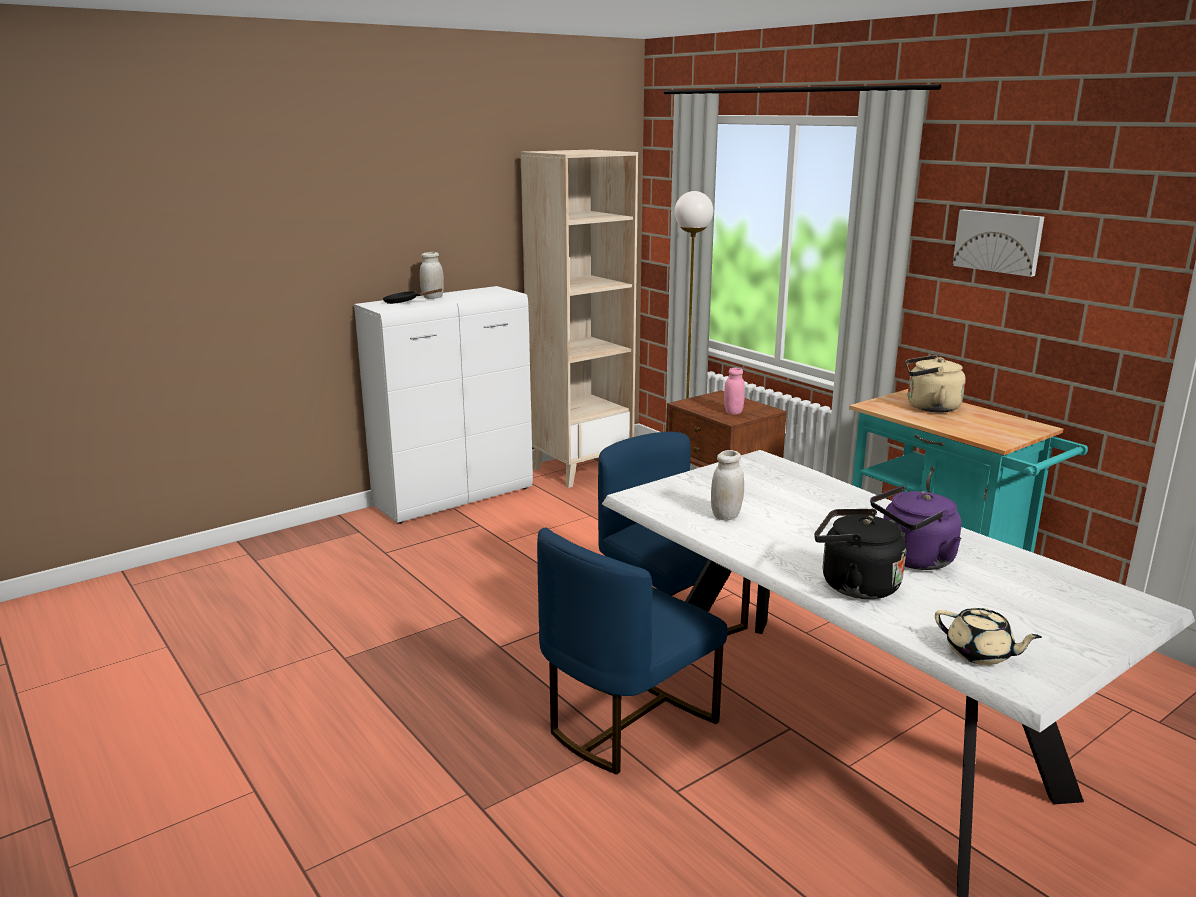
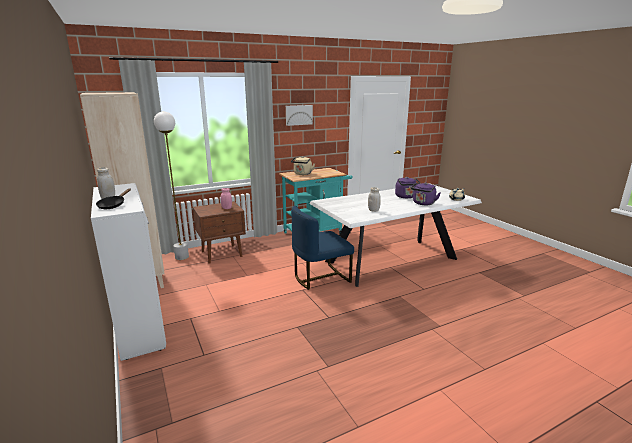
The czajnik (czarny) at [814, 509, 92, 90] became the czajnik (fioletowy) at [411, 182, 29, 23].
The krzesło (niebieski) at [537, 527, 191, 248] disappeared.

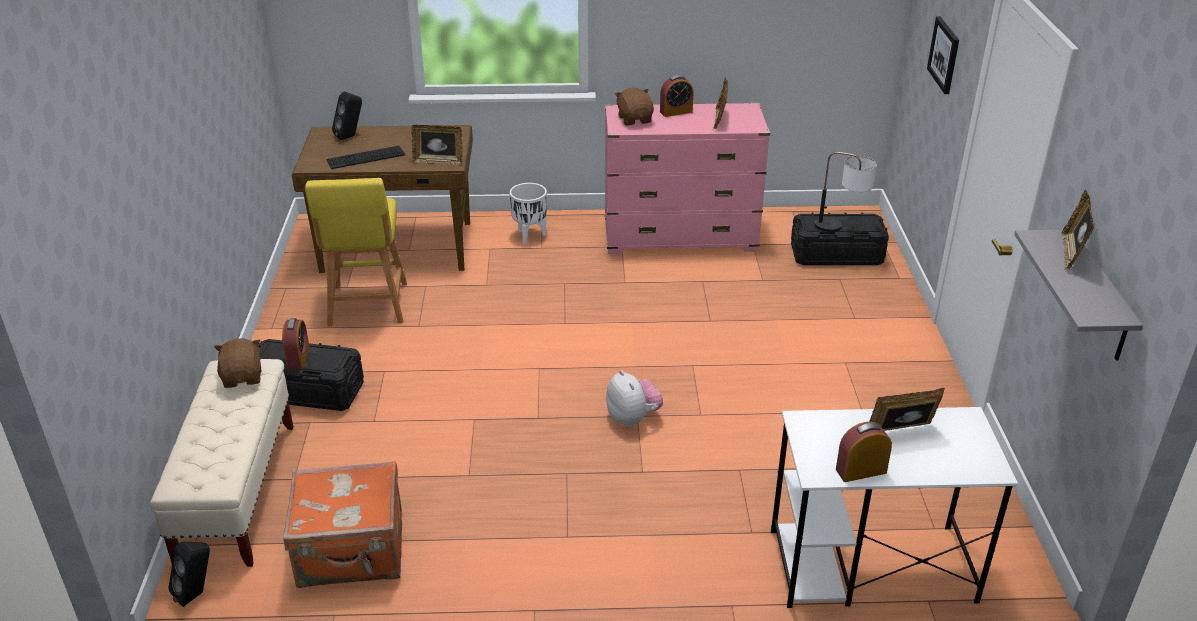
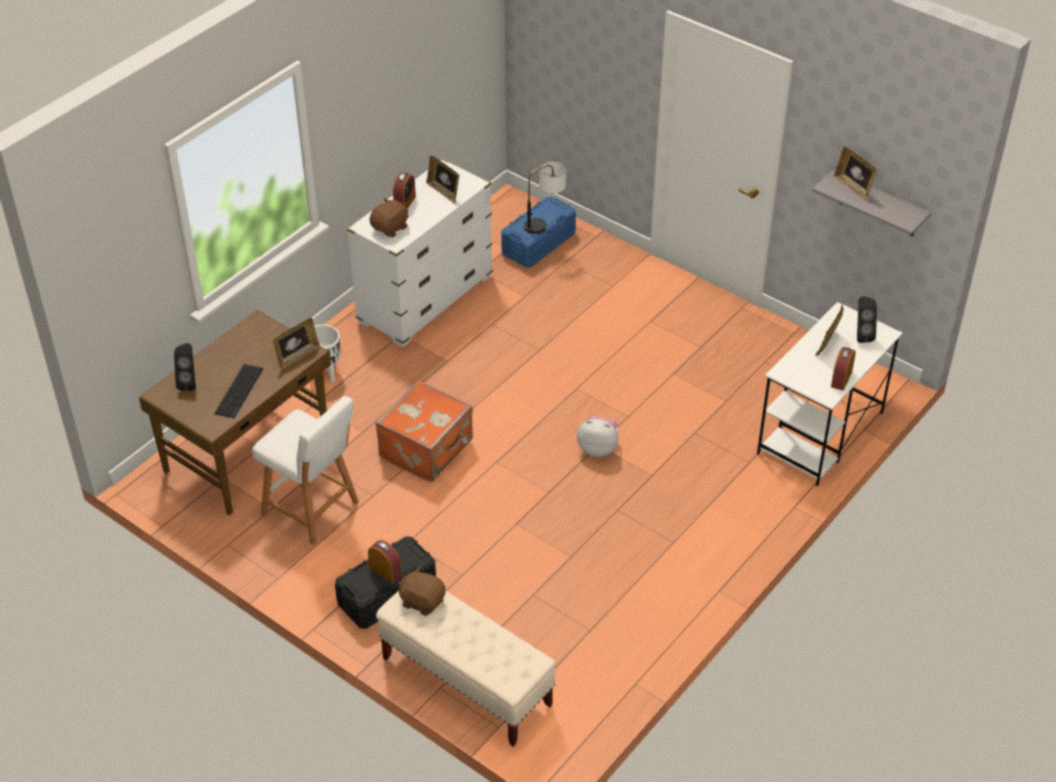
The obraz at [927, 16, 32, 78] disappeared.
The pluszak (brązowy) at [615, 88, 39, 37] turned 105 degrees clockwise.
The komoda (różowy) at [605, 103, 165, 151] became the komoda (biały) at [347, 159, 146, 188].
The stołek (żółty) at [305, 178, 102, 148] became the stołek (biały) at [252, 396, 107, 149].
The pojemnik do przechowywania (czarny) at [791, 213, 98, 52] became the pojemnik do przechowywania (niebieski) at [501, 197, 75, 71].
The walizka (pomarańczowy) moved from [283, 461, 119, 127] to [375, 380, 98, 102].
The głośnik (czarny) moved from [168, 541, 42, 66] to [857, 296, 20, 47].

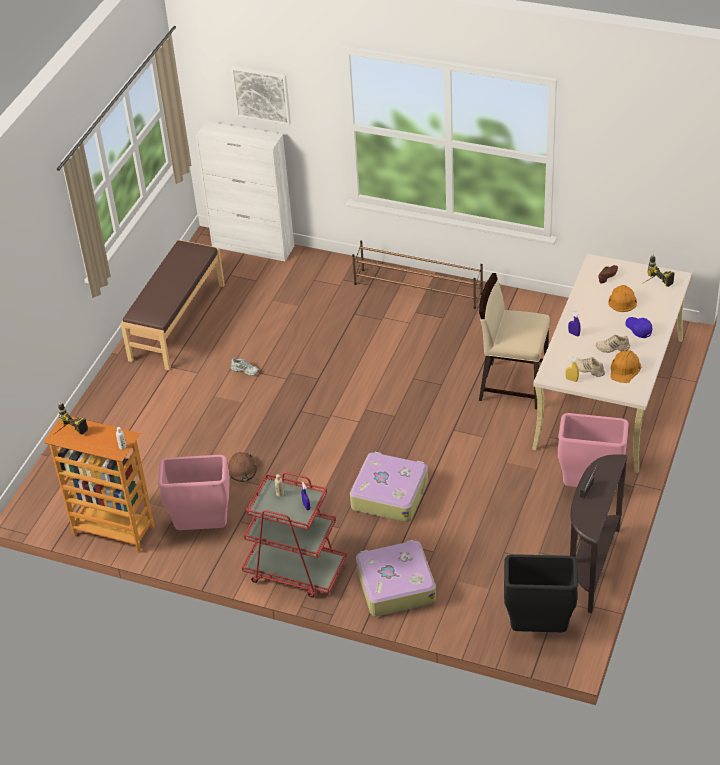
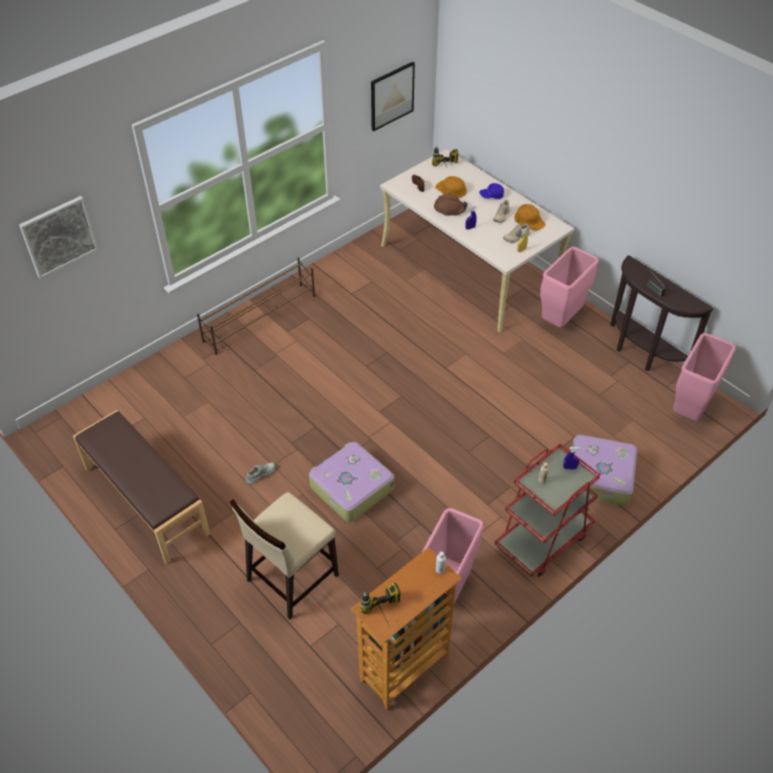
The szafka (biały) at [196, 121, 98, 140] disappeared.
The krzesło (beżowy) moved from [479, 273, 71, 136] to [230, 492, 109, 127].
The kask (brązowy) moved from [228, 452, 29, 30] to [434, 194, 34, 22].
The walizka moved from [350, 452, 78, 70] to [309, 442, 85, 80].
The kosz na śmieci (czarny) at [504, 554, 74, 78] became the kosz na śmieci (różowy) at [673, 333, 63, 88].
The obraz at [371, 62, 44, 69] appeared.

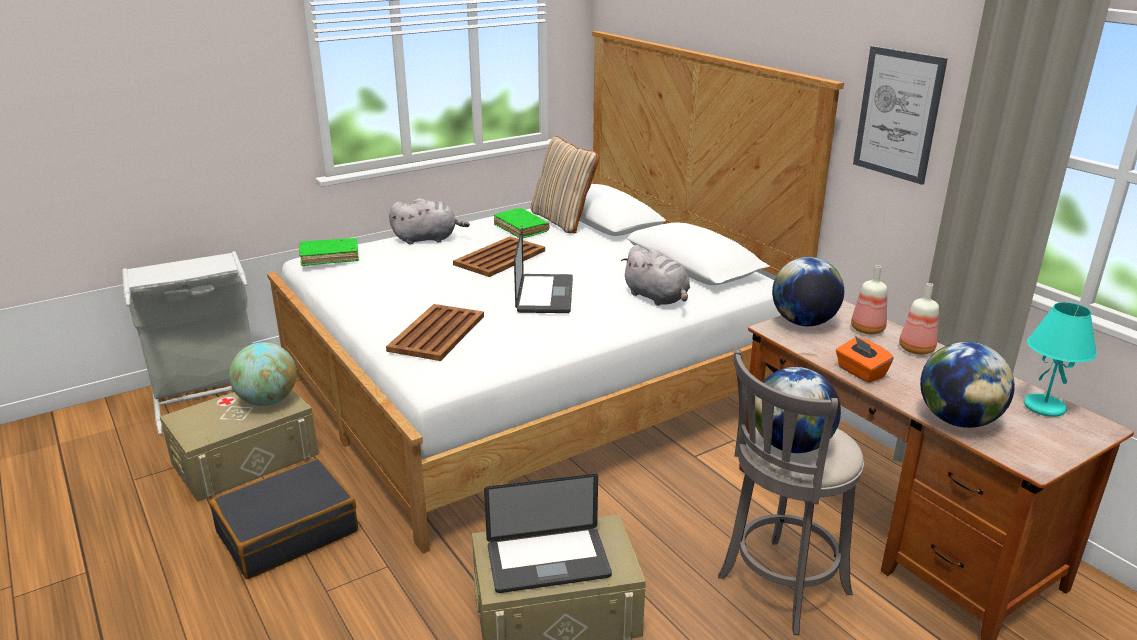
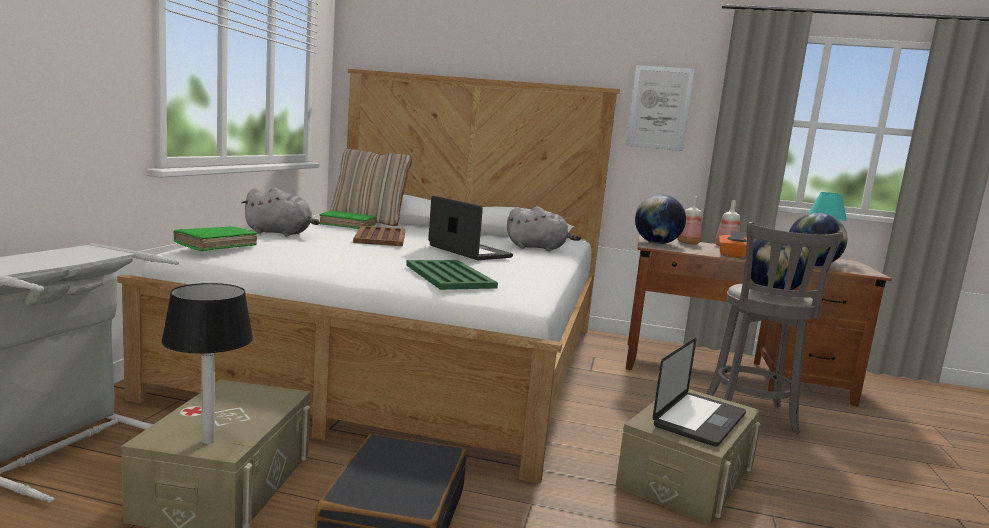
The pluszak (szary) at [389, 198, 81, 46] turned 60 degrees clockwise.
The taca (brązowy) at [386, 304, 98, 57] became the taca (zielony) at [406, 260, 92, 30].
The globus at [229, 342, 68, 64] disappeared.
The lampa stołowa at [161, 283, 92, 161] appeared.

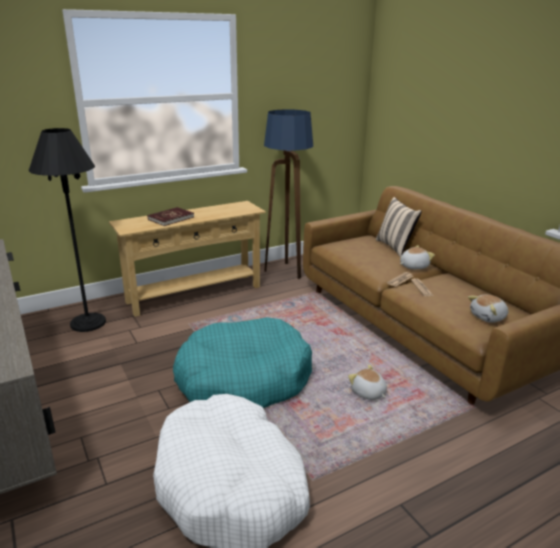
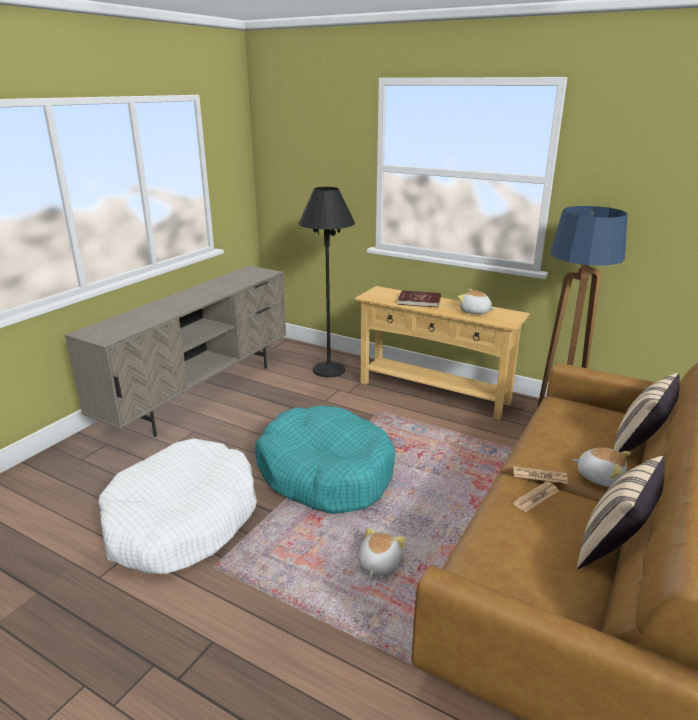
The pluszak moved from [468, 295, 40, 28] to [458, 289, 36, 25].
The poduszka (beżowy) at [577, 456, 88, 113] appeared.

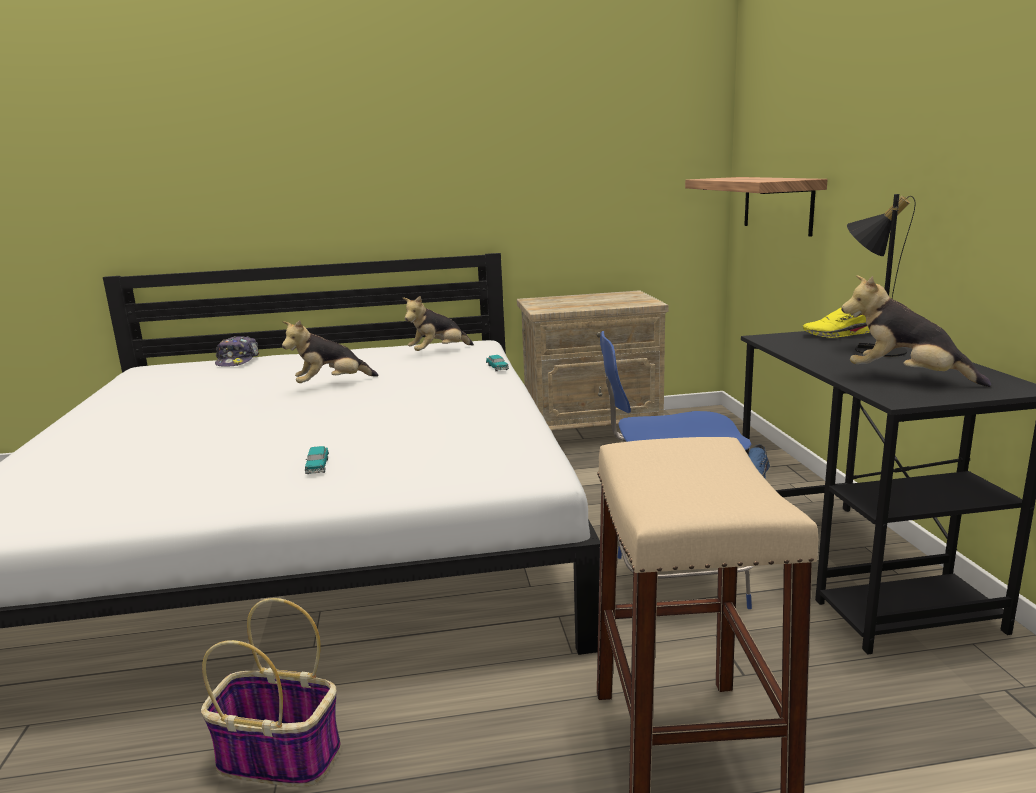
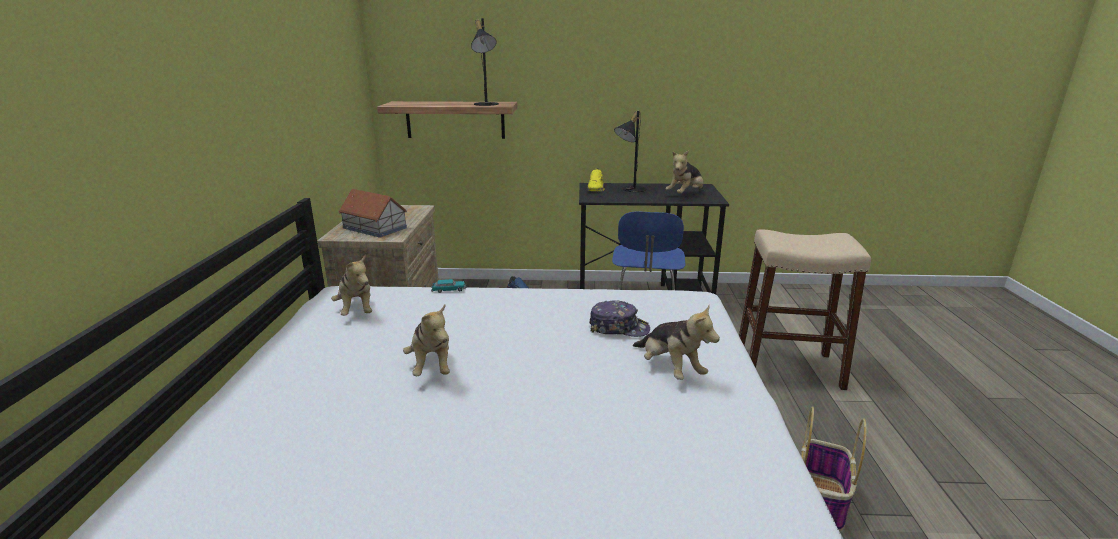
The czapka z daszkiem moved from [215, 336, 44, 31] to [589, 300, 61, 37].
The samochodzik at [305, 446, 24, 28] was replaced by the pluszak at [633, 305, 87, 75].
The lampa stołowa (czarny) at [471, 18, 28, 88] appeared.
The domek at [338, 189, 69, 49] appeared.

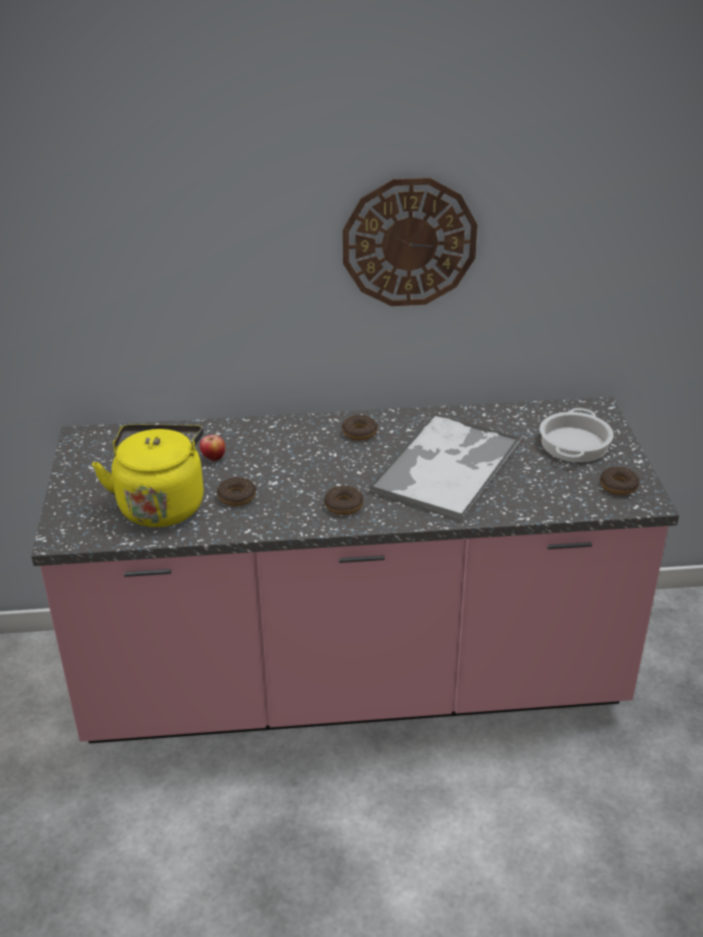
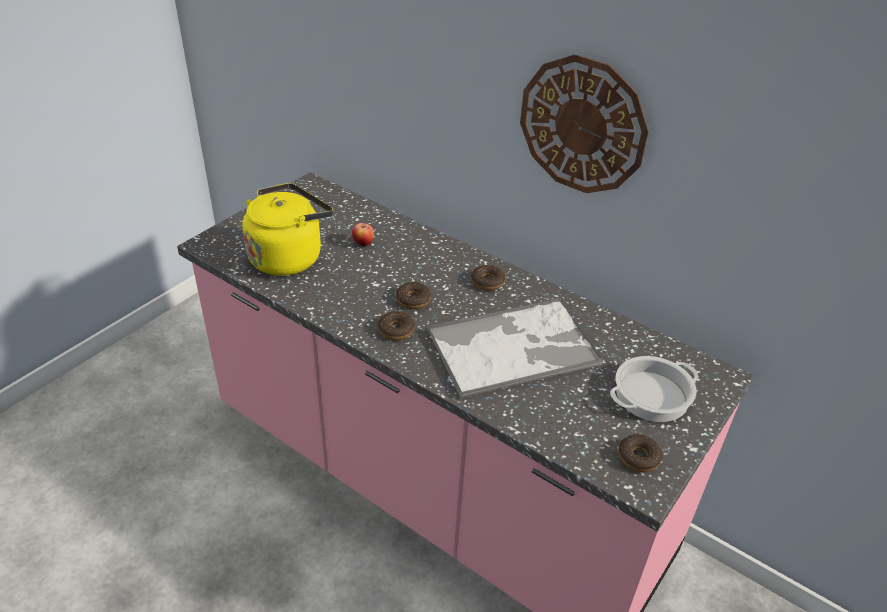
The donut moved from [217, 477, 39, 29] to [396, 282, 35, 27].

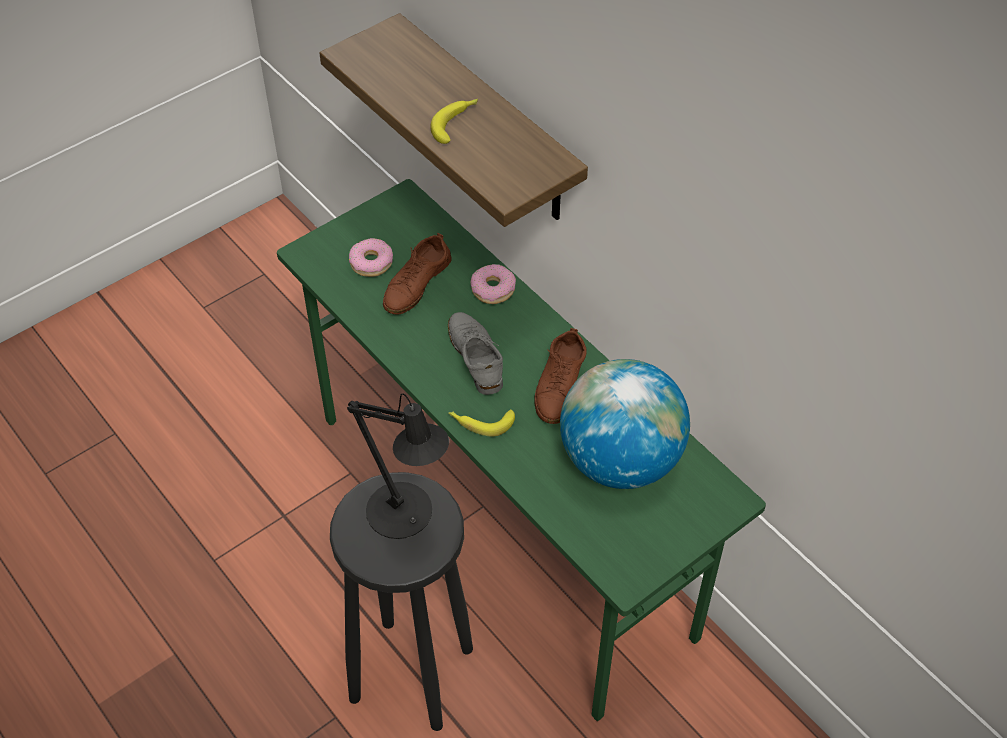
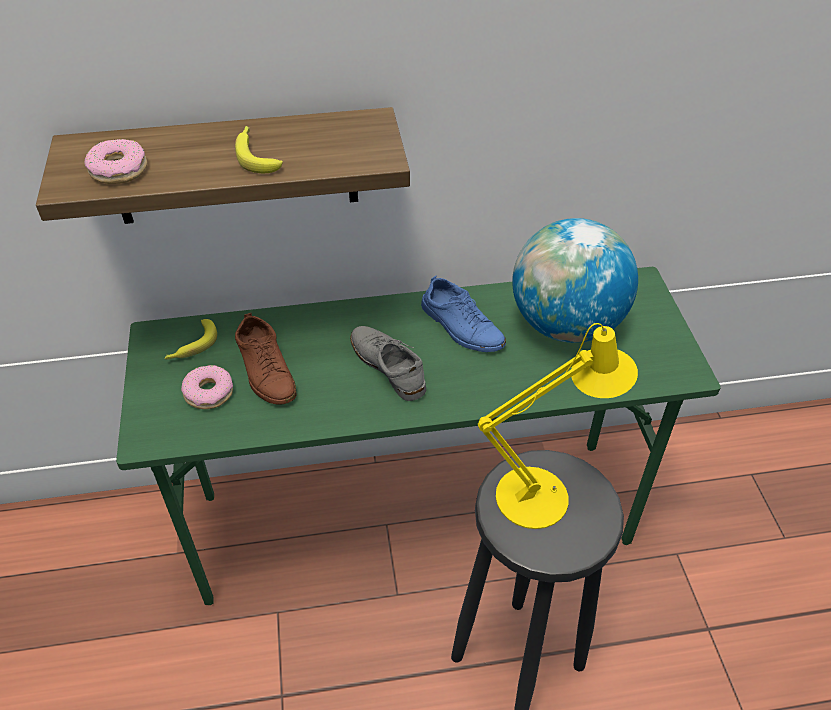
The donut moved from [470, 264, 46, 40] to [84, 139, 63, 45].
The but (szary) at [448, 312, 55, 83] turned 45 degrees clockwise.
The but (brązowy) at [534, 328, 53, 96] became the but (niebieski) at [421, 275, 85, 77].
The lampa stołowa (czarny) at [347, 393, 102, 146] became the lampa stołowa (żółty) at [478, 323, 160, 206].
The banan moved from [449, 410, 66, 26] to [164, 319, 53, 41].

